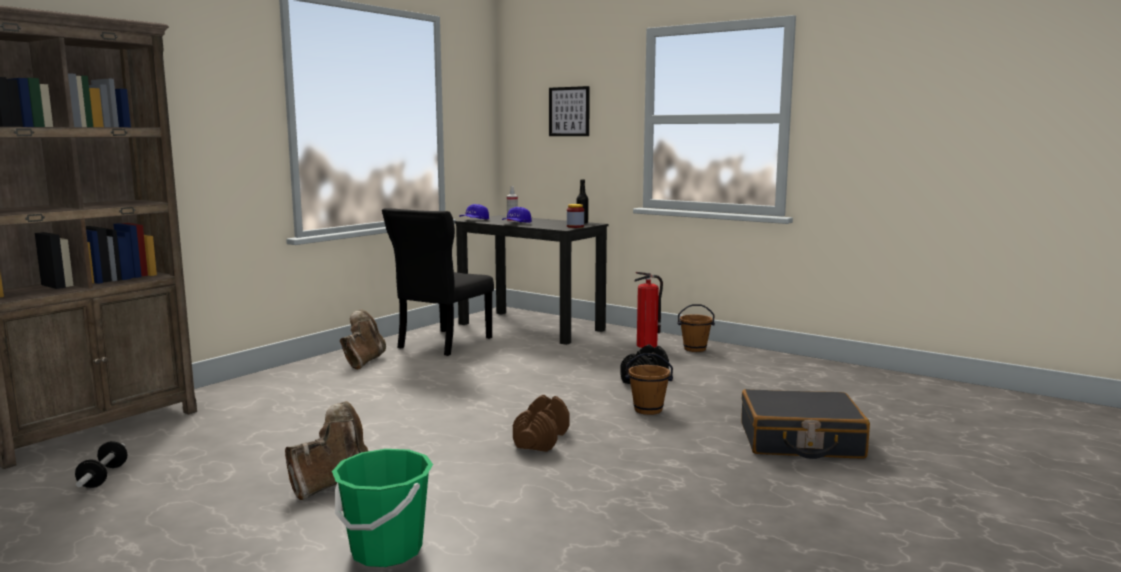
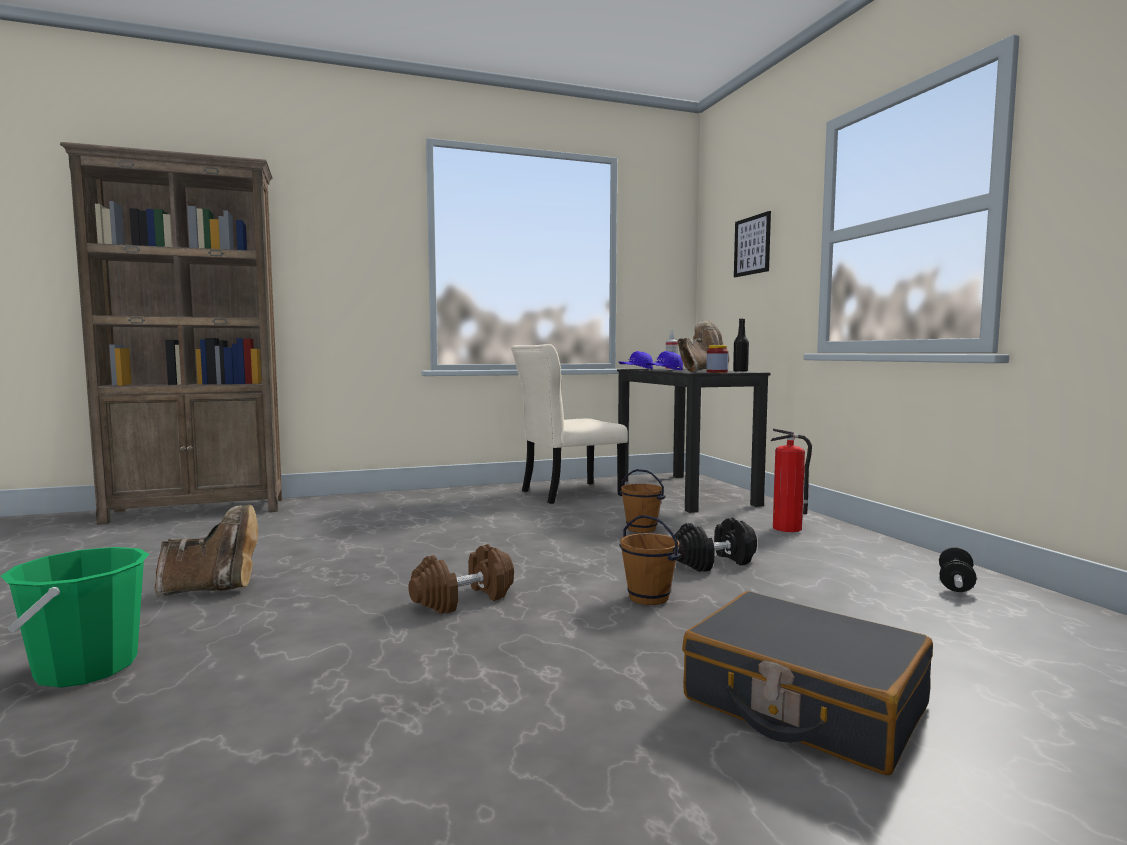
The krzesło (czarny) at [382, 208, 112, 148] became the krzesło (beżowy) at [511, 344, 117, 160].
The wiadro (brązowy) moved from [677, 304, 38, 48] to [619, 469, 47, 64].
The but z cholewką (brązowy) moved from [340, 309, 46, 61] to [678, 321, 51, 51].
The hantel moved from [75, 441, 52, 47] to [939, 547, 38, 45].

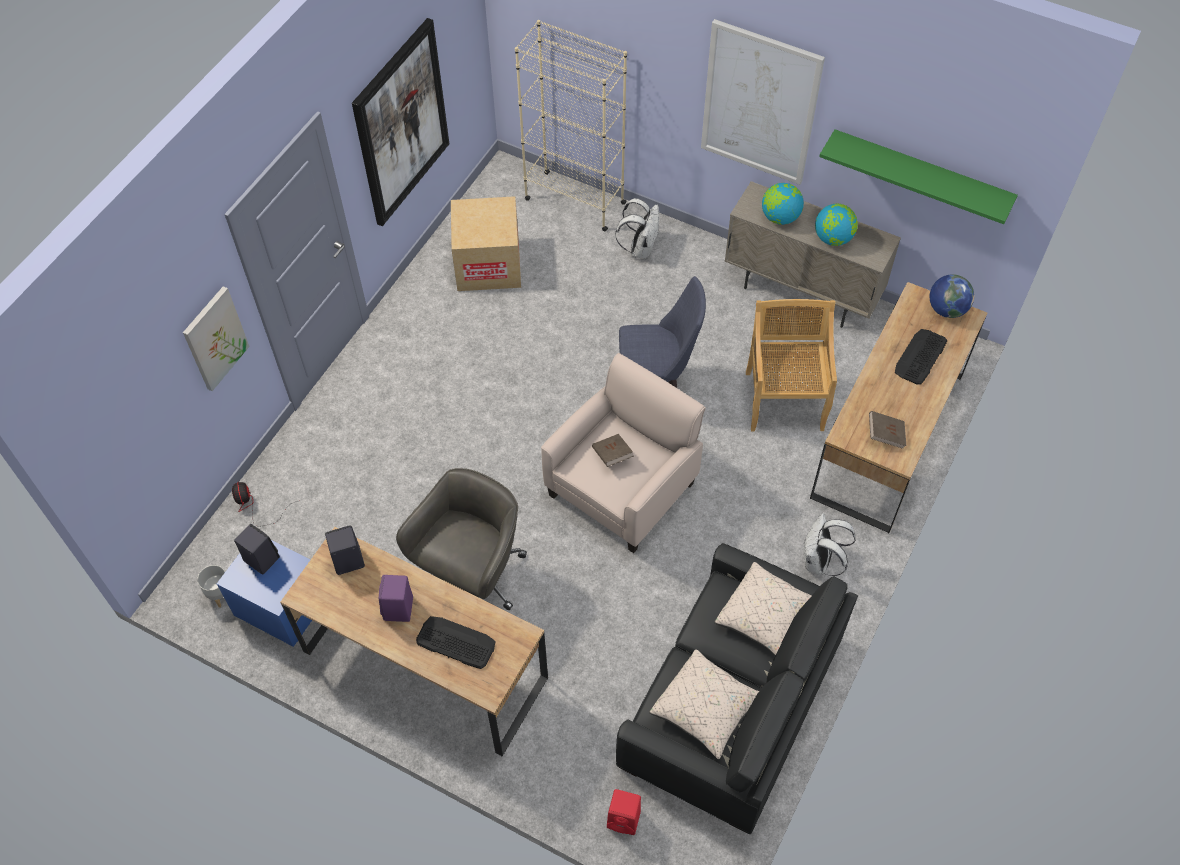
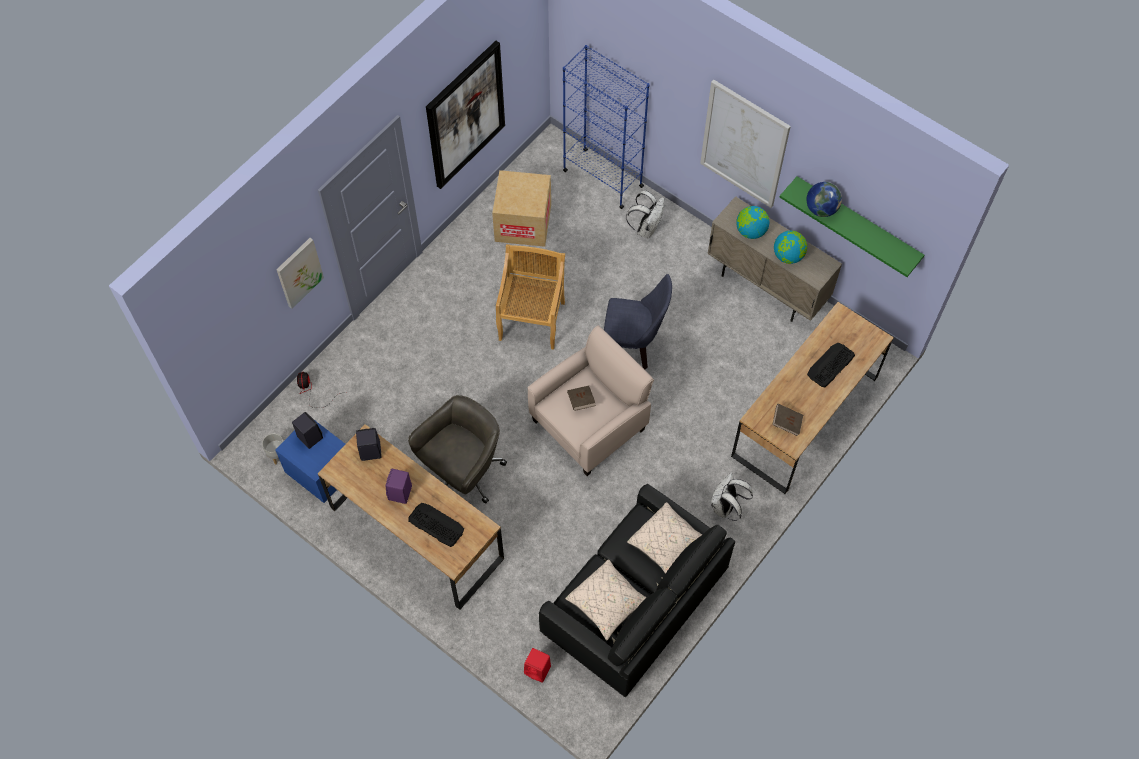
The regał (beżowy) at [515, 20, 112, 212] became the regał (niebieski) at [563, 45, 87, 164].
The globus moved from [930, 274, 44, 44] to [807, 182, 35, 35].
The krzesło (beżowy) moved from [746, 299, 91, 132] to [496, 244, 69, 106].

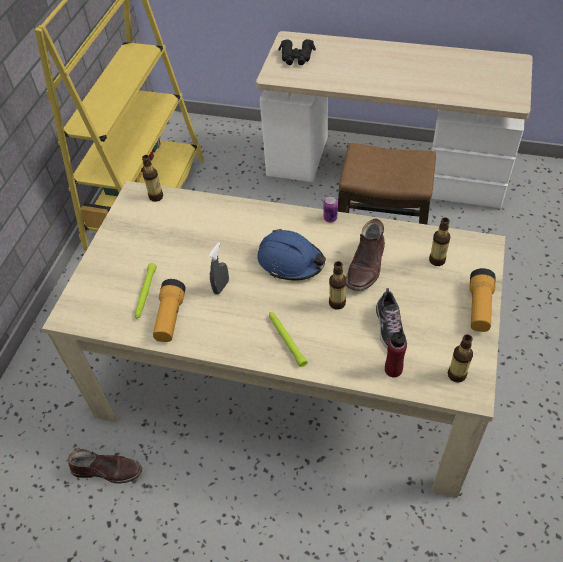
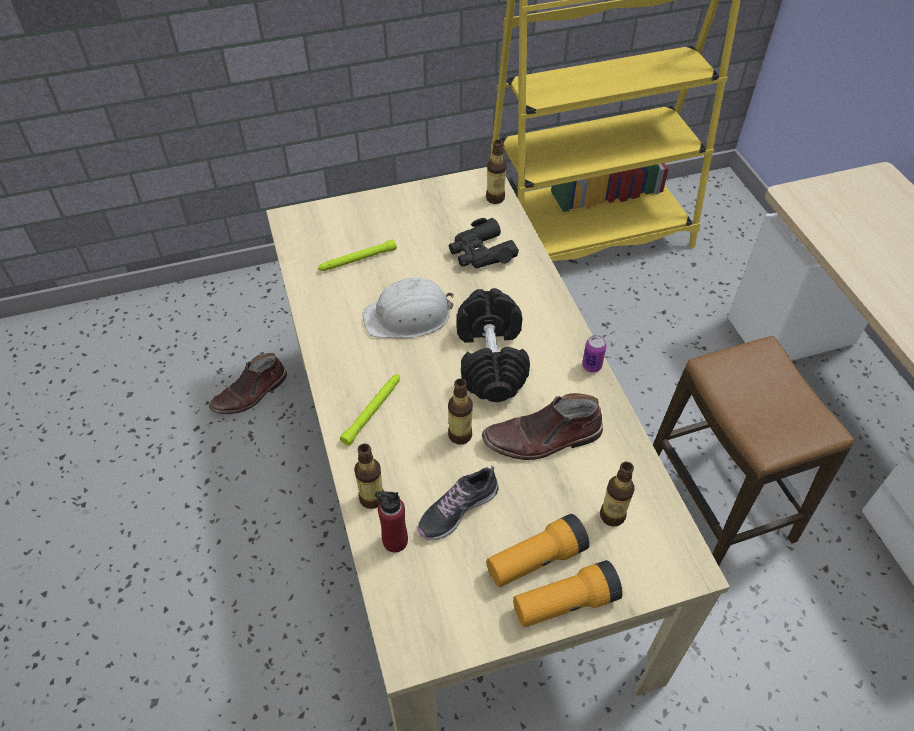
The lornetka (czarny) moved from [278, 39, 38, 26] to [449, 218, 70, 50].
The kask (niebieski) at [257, 229, 69, 52] was replaced by the hantel (czarny) at [456, 288, 74, 114].
The spryskiwacz (szary) at [209, 242, 20, 53] was replaced by the kask (biały) at [362, 278, 92, 60].
The latarka moved from [153, 279, 33, 63] to [487, 514, 103, 73].
The butelka moved from [448, 334, 25, 49] to [354, 443, 30, 66].
The but z cholewką (brązowy) at [68, 449, 74, 35] turned 75 degrees clockwise.

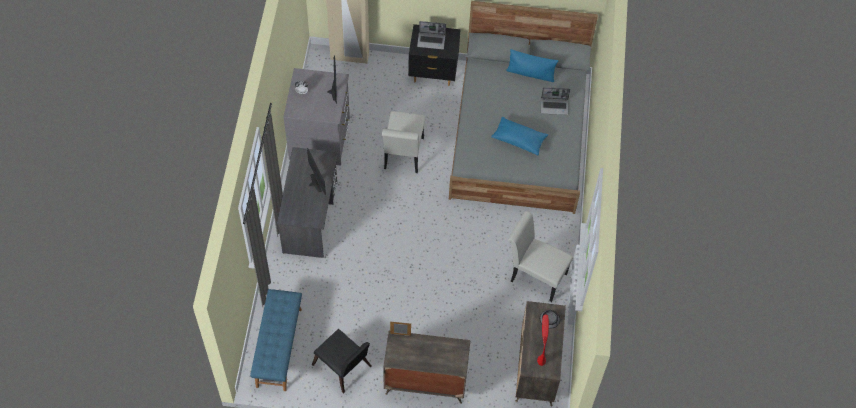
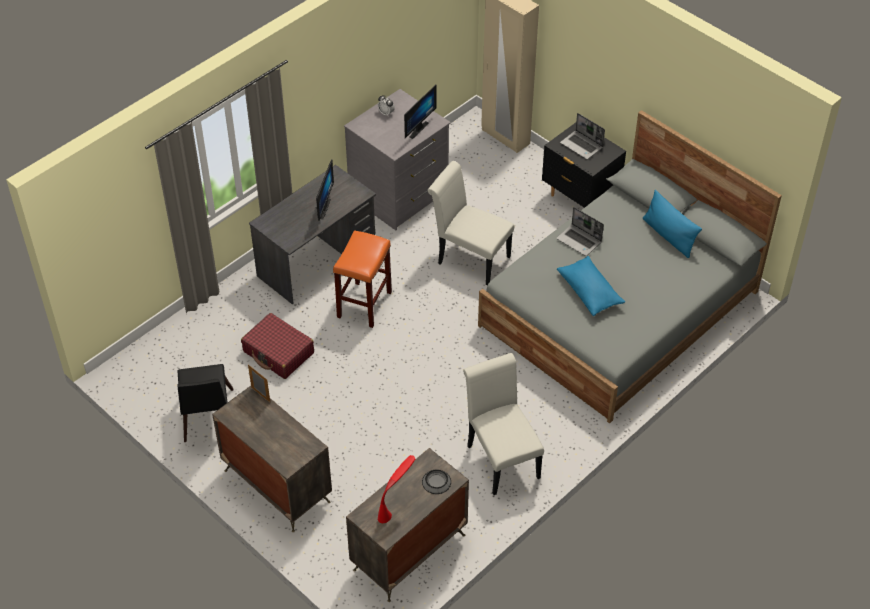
The laptop moved from [541, 87, 29, 28] to [556, 207, 48, 49].
The krzesło (biały) at [382, 111, 43, 62] turned 75 degrees clockwise.
The ławka (niebieski) at [250, 289, 52, 102] disappeared.
The stołek (pomarańczowy) at [333, 230, 59, 98] appeared.
The walizka (czerwony) at [241, 313, 73, 66] appeared.

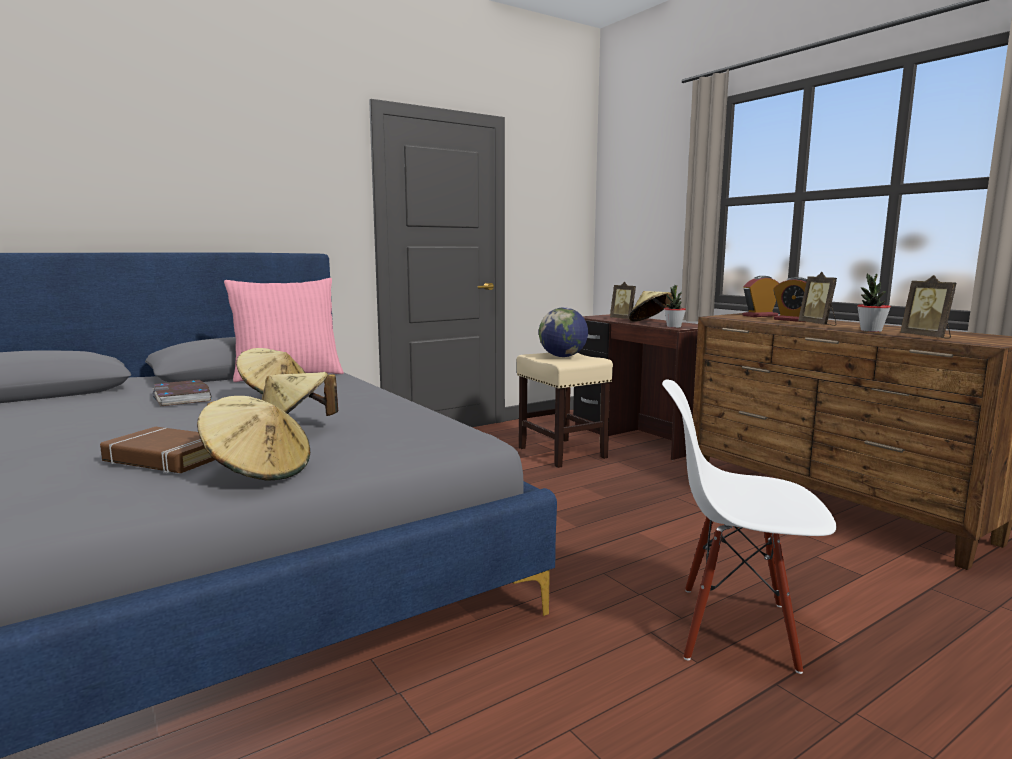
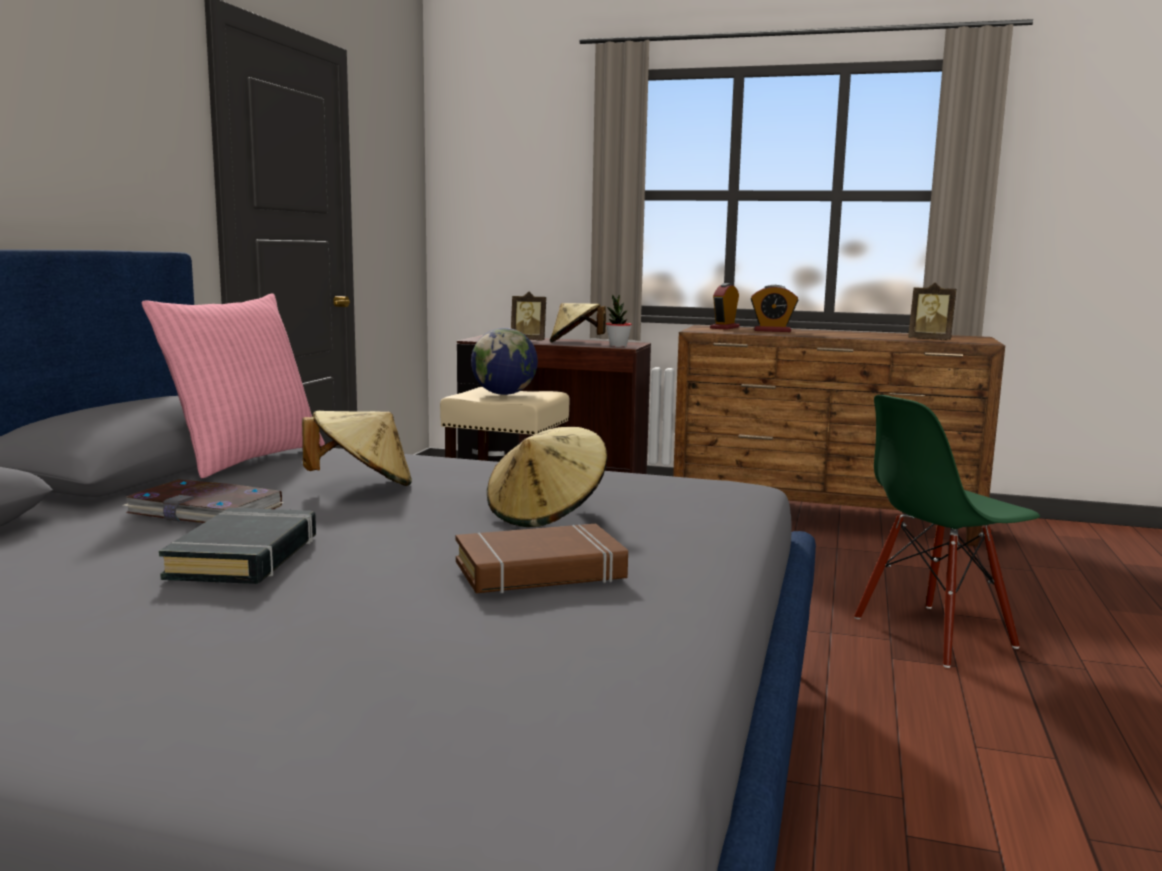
The ramka na zdjęcie at [798, 272, 39, 54] disappeared.
The roślina doniczkowa at [857, 273, 34, 59] disappeared.
The krzesło (biały) at [662, 380, 174, 294] became the krzesło (zielony) at [854, 395, 186, 273].
The kapelusz (beżowy) at [197, 396, 113, 85] disappeared.
The książka (czarny) at [159, 508, 157, 76] appeared.

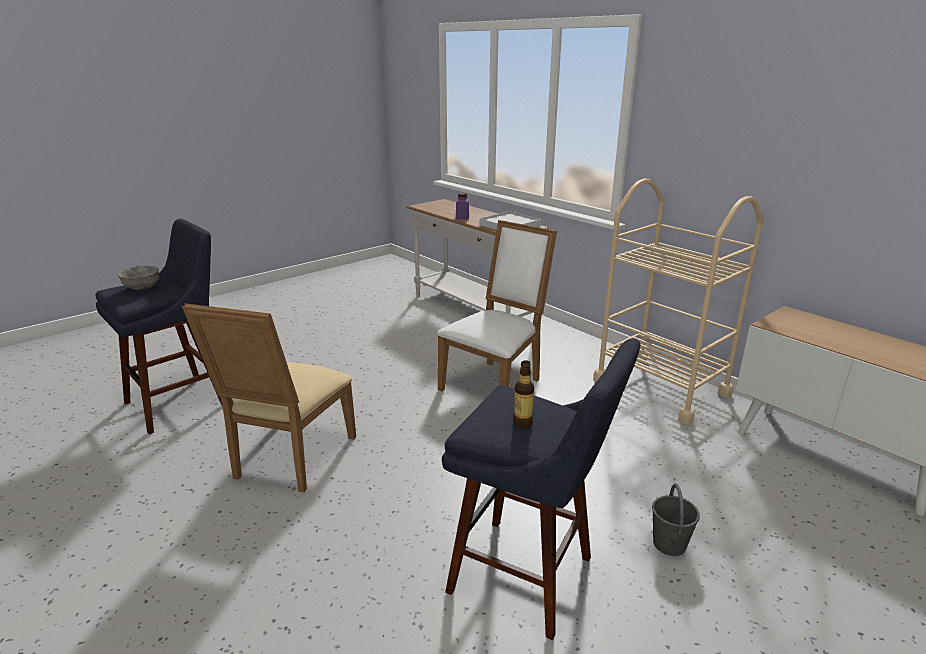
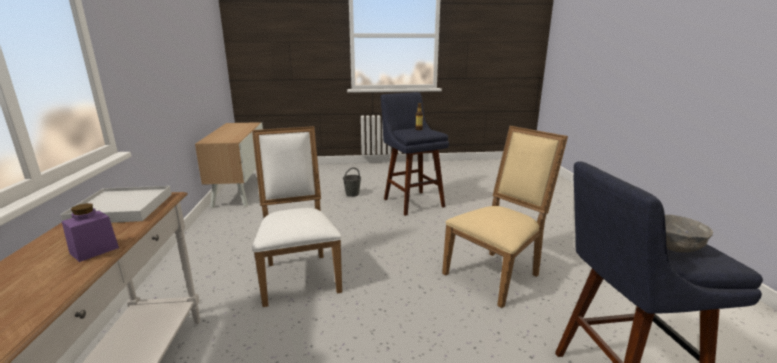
The wózek (beżowy) at [593, 179, 171, 246] disappeared.
The krzesło (biały) at [437, 220, 120, 171] turned 90 degrees clockwise.

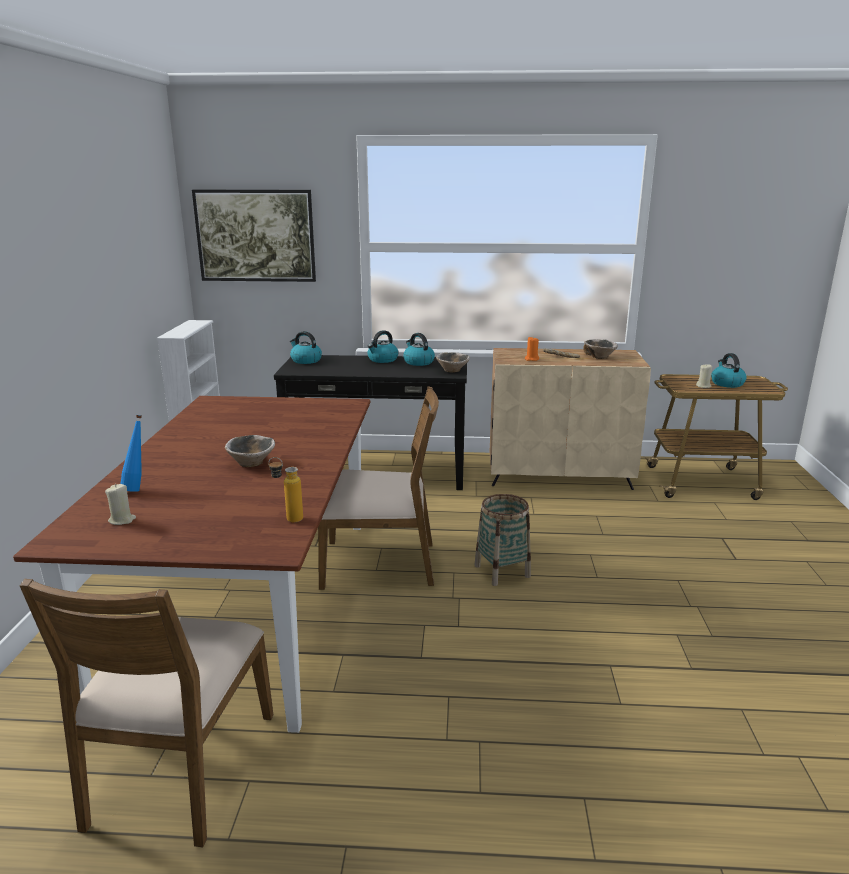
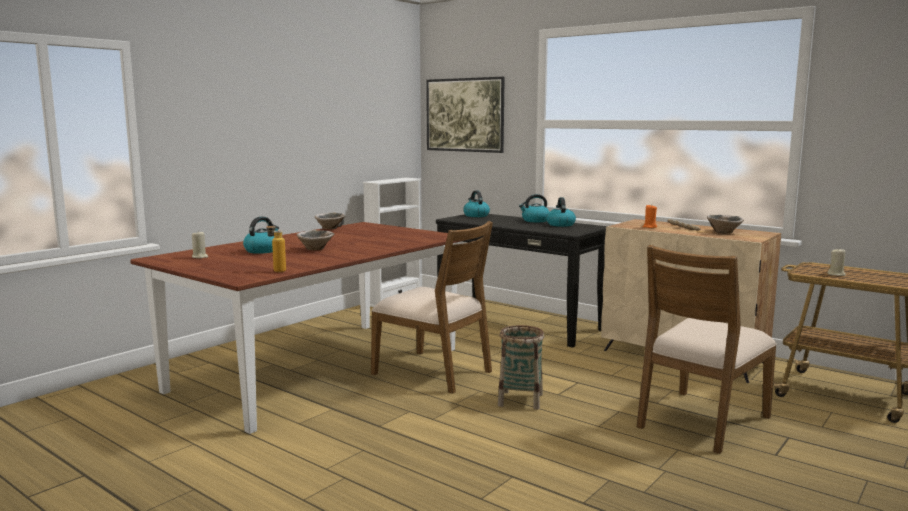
The miska moved from [436, 352, 34, 20] to [314, 213, 31, 16].
The czajnik moved from [711, 353, 36, 35] to [243, 217, 36, 37].
The butelka (niebieski) at [121, 415, 21, 77] disappeared.
The krzesło (brązowy) moved from [19, 579, 254, 268] to [637, 245, 140, 209].

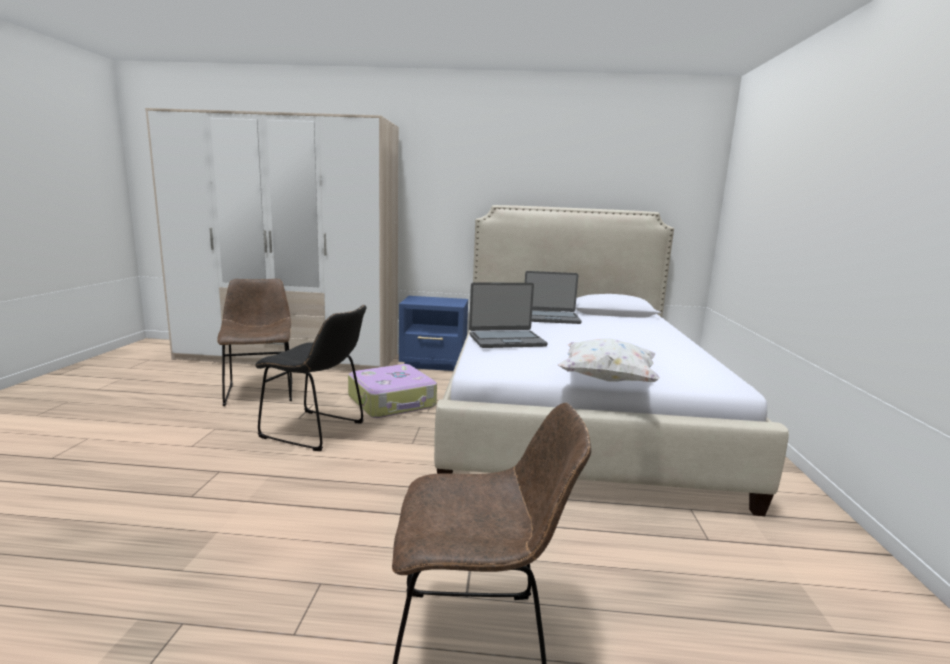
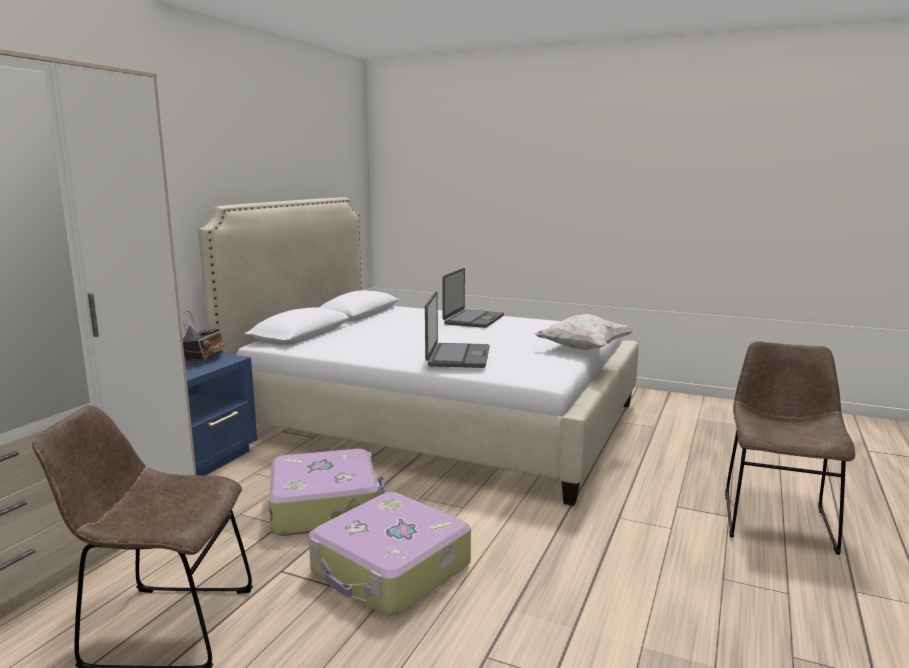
The laptop moved from [525, 271, 56, 53] to [442, 268, 62, 60].
The krzesło (czarny) at [255, 305, 111, 146] was replaced by the walizka at [309, 492, 162, 124].
The radio at [183, 311, 43, 52] appeared.

